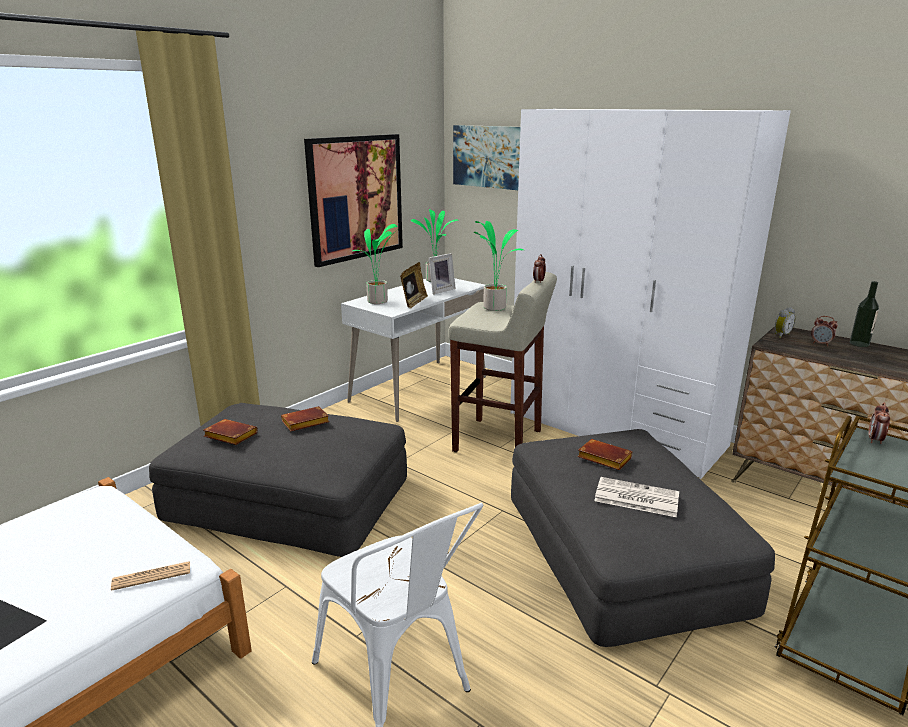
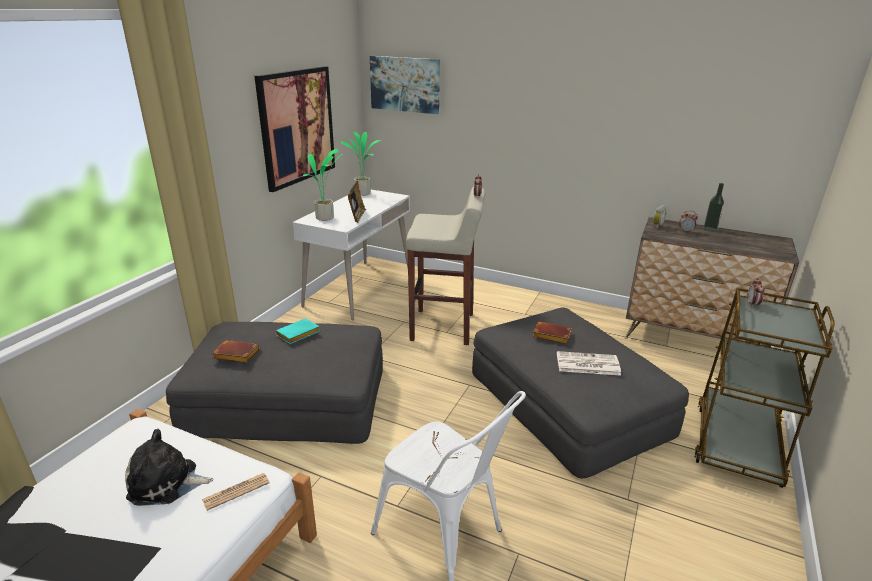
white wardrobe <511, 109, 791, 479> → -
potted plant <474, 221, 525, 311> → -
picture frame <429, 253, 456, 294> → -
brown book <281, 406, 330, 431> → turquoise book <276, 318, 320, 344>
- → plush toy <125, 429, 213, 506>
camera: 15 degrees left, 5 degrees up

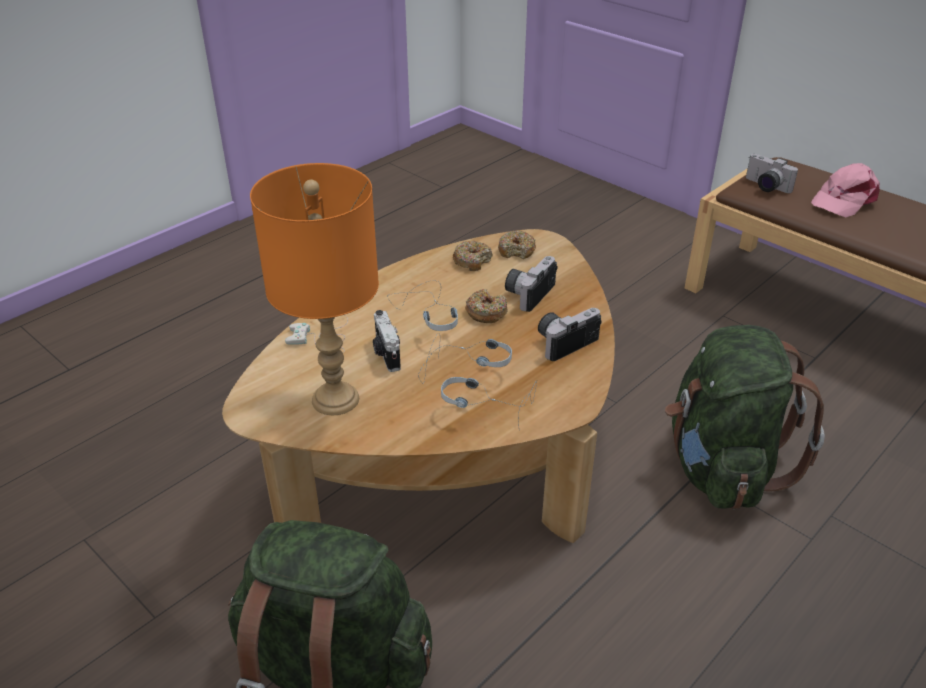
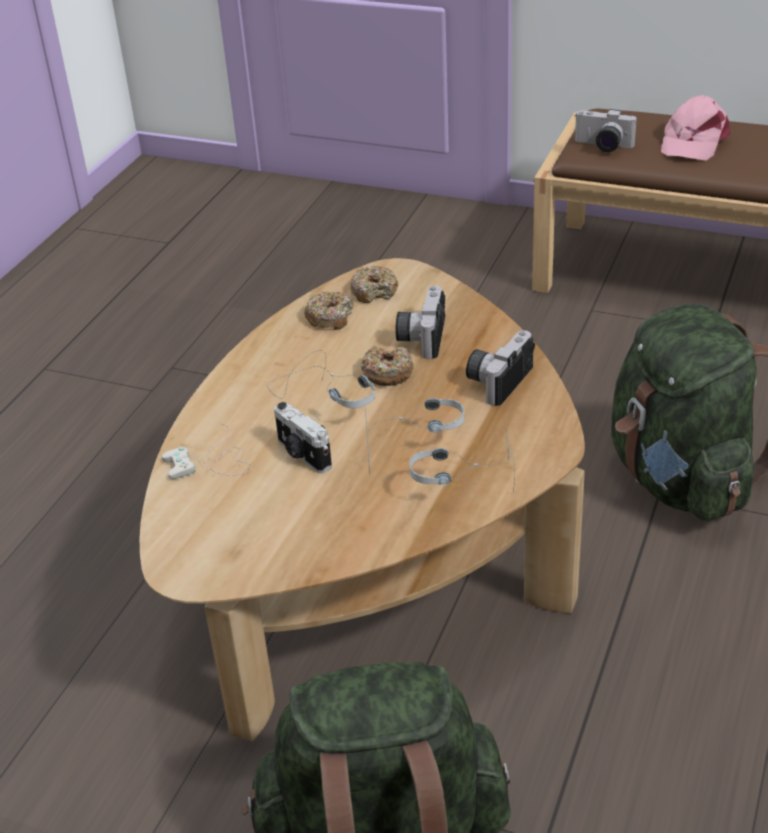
orange table lamp <250, 163, 379, 415> → -
camera: 20 degrees left, 0 degrees up

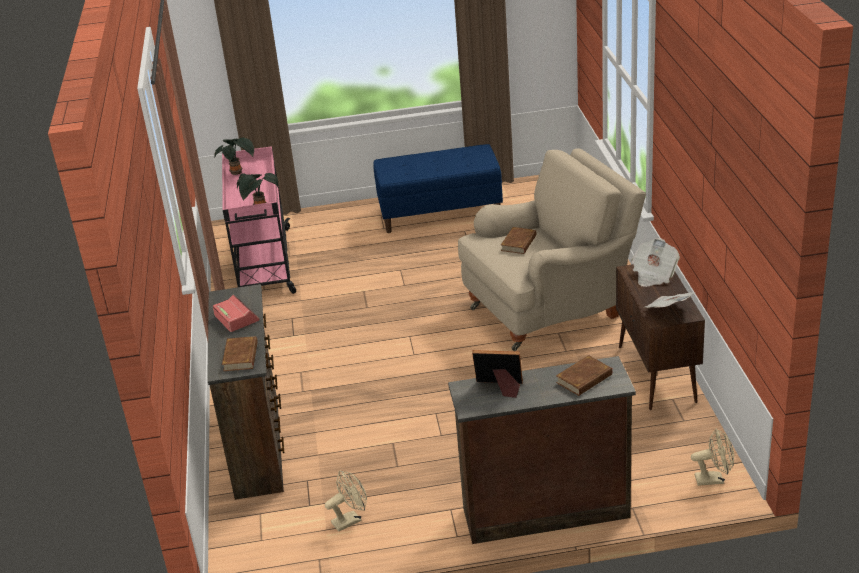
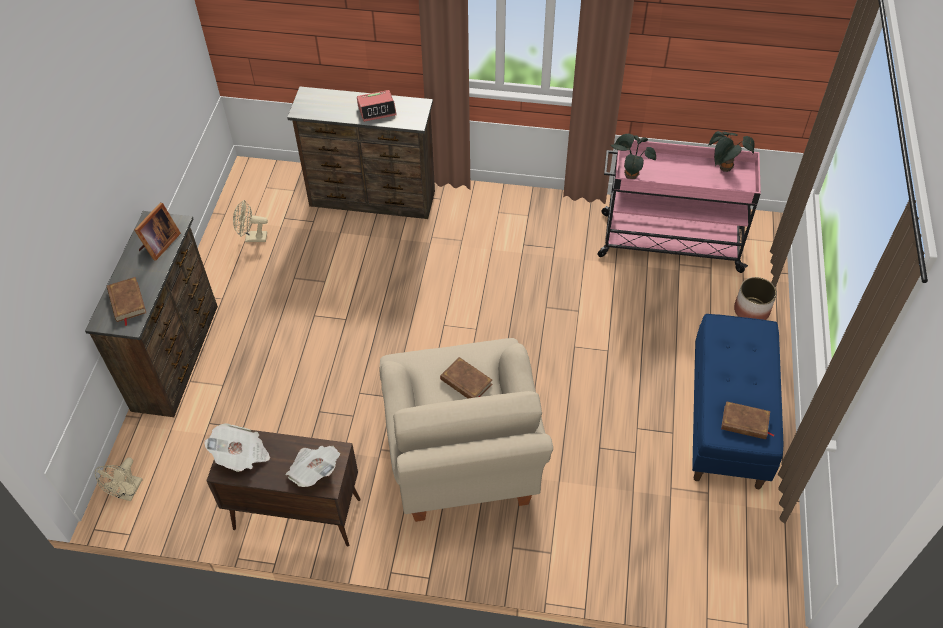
brown book <222, 336, 258, 371> → brown book <721, 401, 774, 439>, move
beige fan <325, 470, 367, 532> → beige fan <233, 200, 268, 242>, 105 degrees clockwise
- → planter <734, 277, 777, 320>
camera: 105 degrees right, 20 degrees up

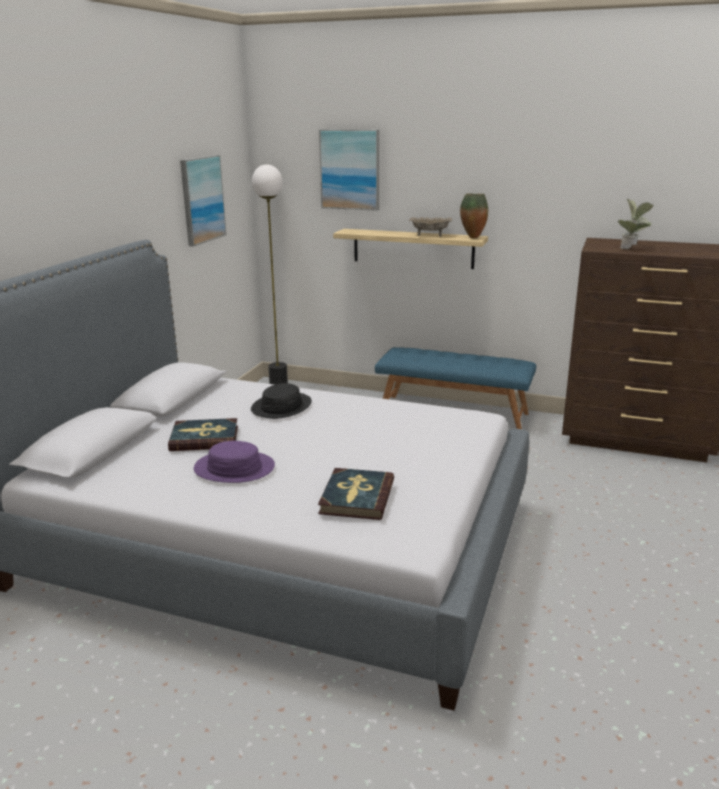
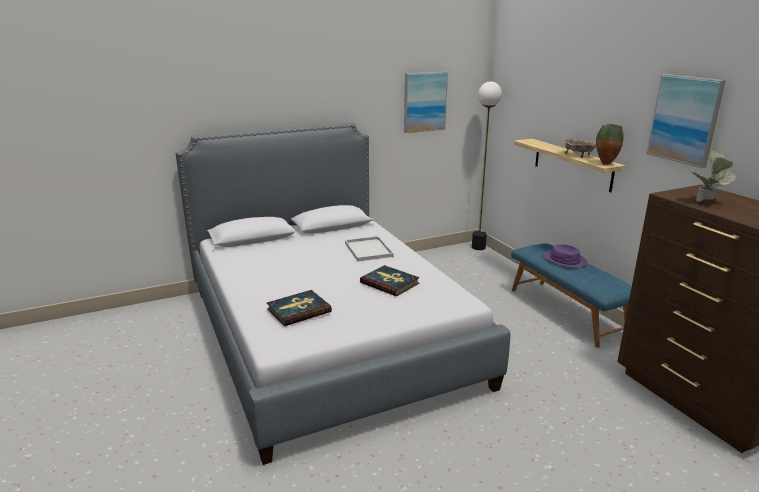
picture <319, 129, 379, 211> → picture <647, 74, 726, 168>, move
black hat <251, 383, 312, 419> → white tray <345, 236, 394, 261>
book <168, 418, 238, 451> → book <360, 265, 420, 297>, move
purple hat <194, 441, 275, 483> → purple hat <543, 244, 588, 268>, move
camera: 45 degrees right, 0 degrees up

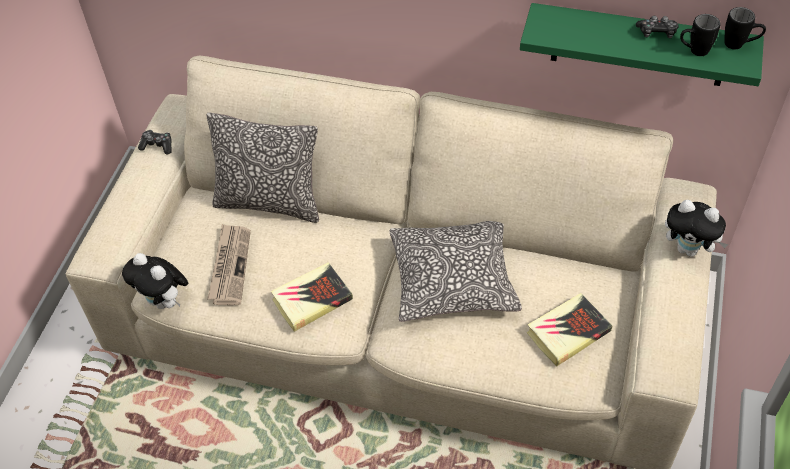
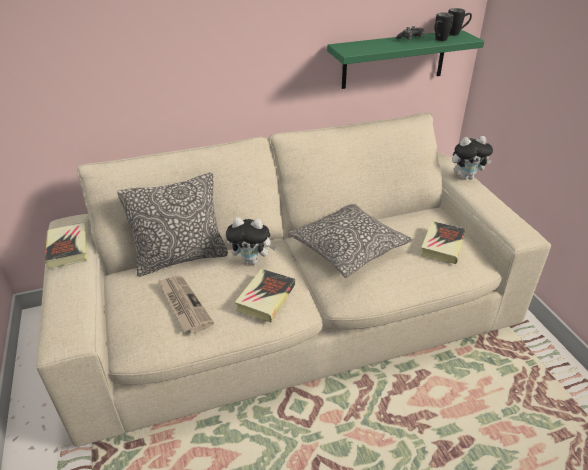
game controller <138, 130, 172, 154> → book <45, 223, 87, 269>
plush toy <122, 253, 188, 309> → plush toy <226, 218, 276, 265>, move
camera: 35 degrees left, 15 degrees down

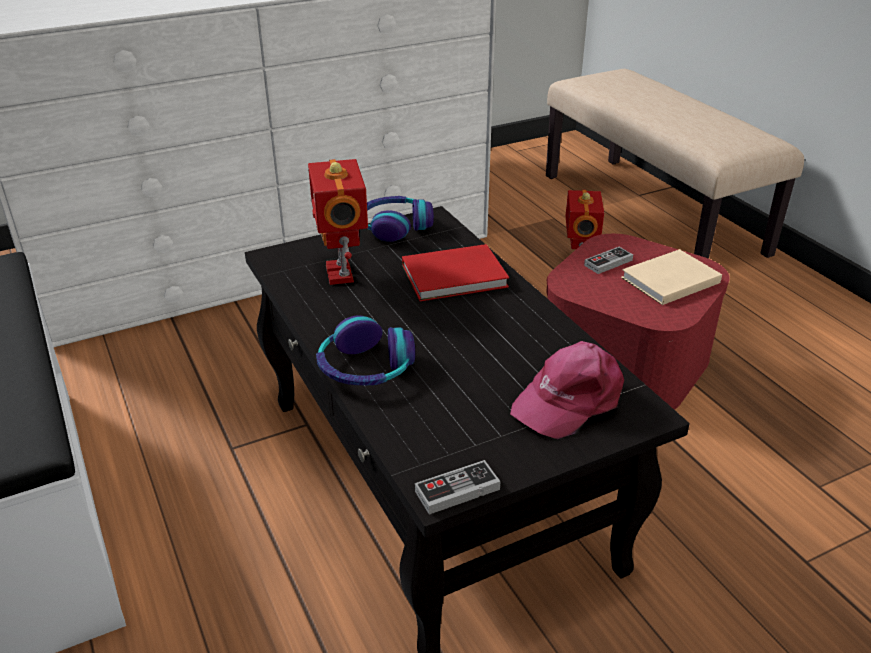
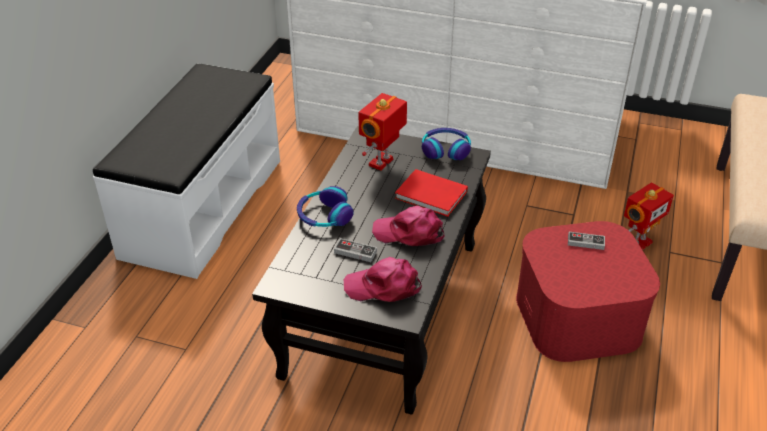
beige book <621, 249, 722, 305> → -
game controller <415, 460, 500, 514> → game controller <334, 238, 377, 262>, move
- → pink cap <372, 206, 445, 246>
camera: 45 degrees right, 5 degrees up

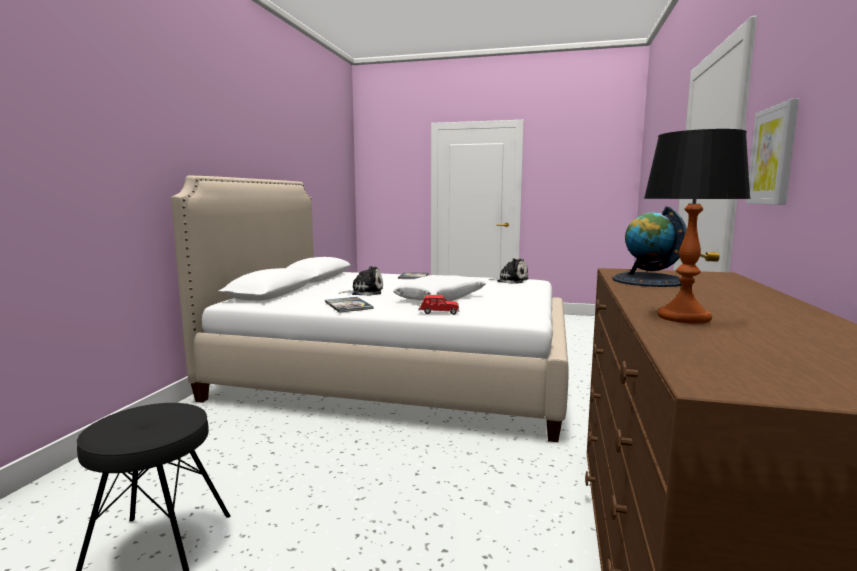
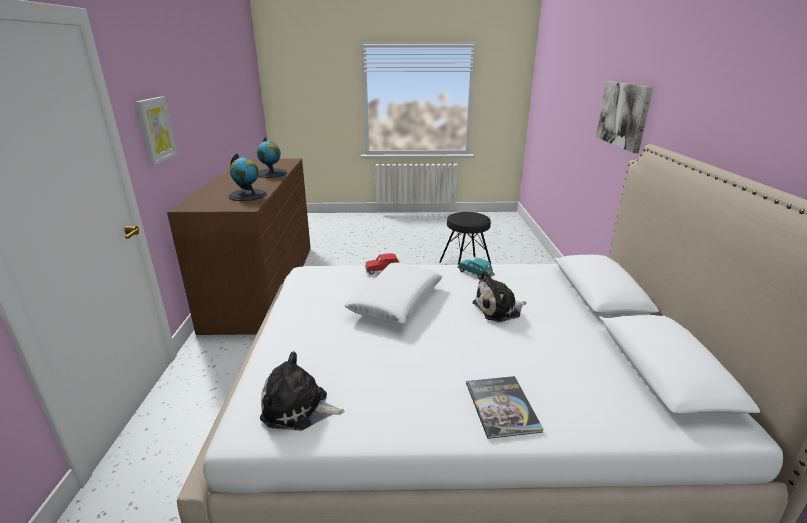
table lamp <644, 129, 751, 324> → globe <257, 137, 287, 178>
book <325, 297, 374, 313> → turquoise toy car <457, 258, 495, 280>
- → picture <596, 81, 653, 153>
camera: 165 degrees right, 15 degrees up

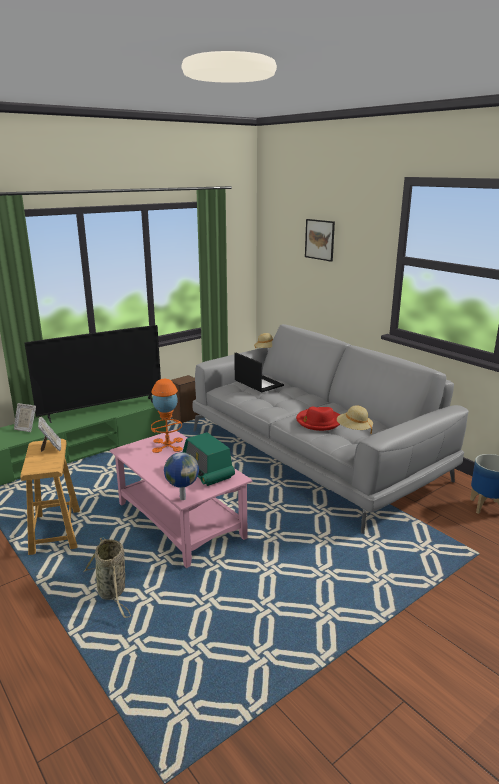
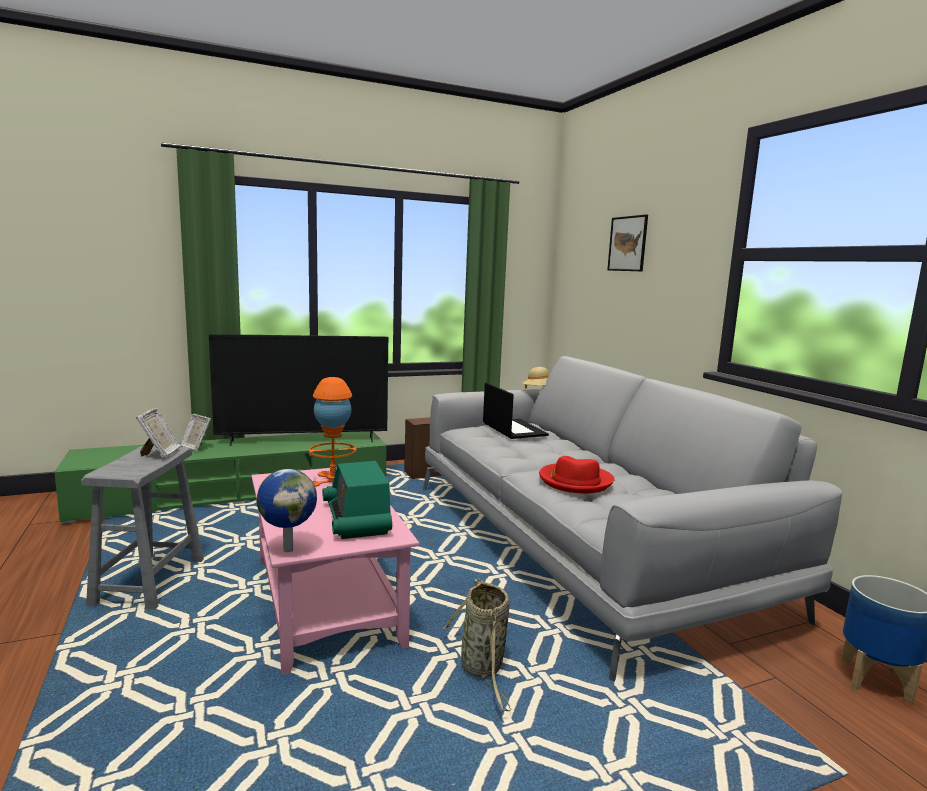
beige hat <337, 405, 373, 434> → -
brown stool <21, 439, 80, 555> → grey stool <81, 446, 204, 610>
basket <83, 537, 131, 618> → basket <442, 579, 512, 711>, move
camera: 15 degrees right, 10 degrees down

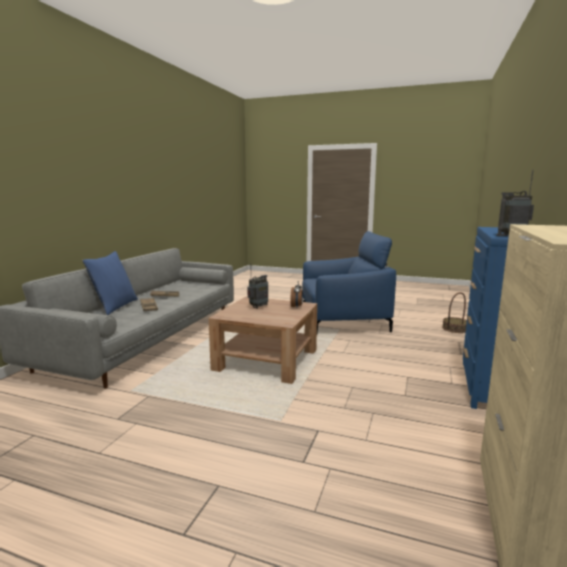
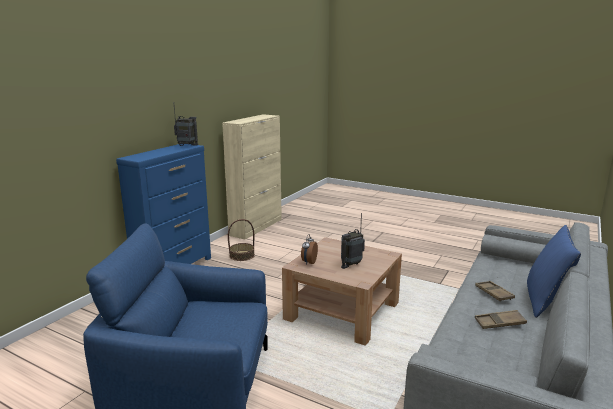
basket <442, 292, 467, 333> → basket <228, 219, 255, 261>, move
camera: 170 degrees left, 5 degrees up

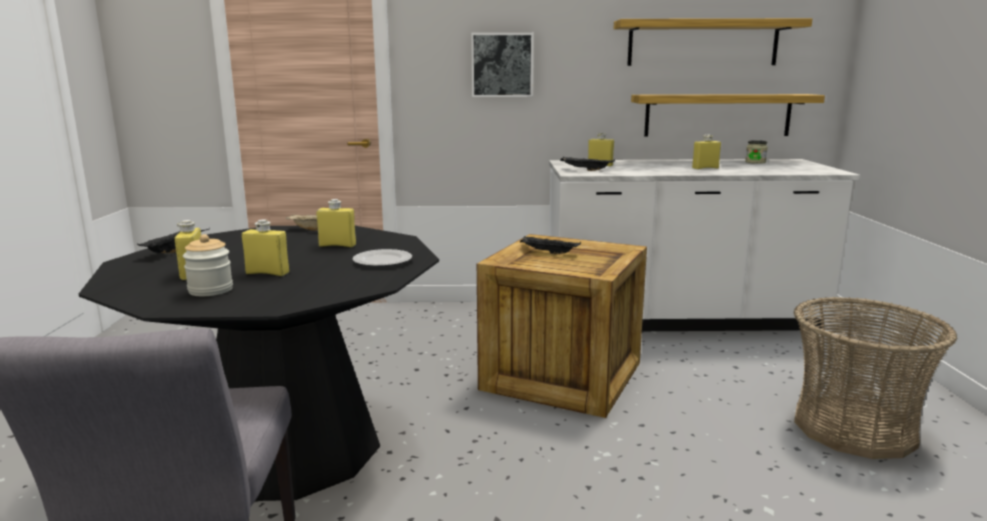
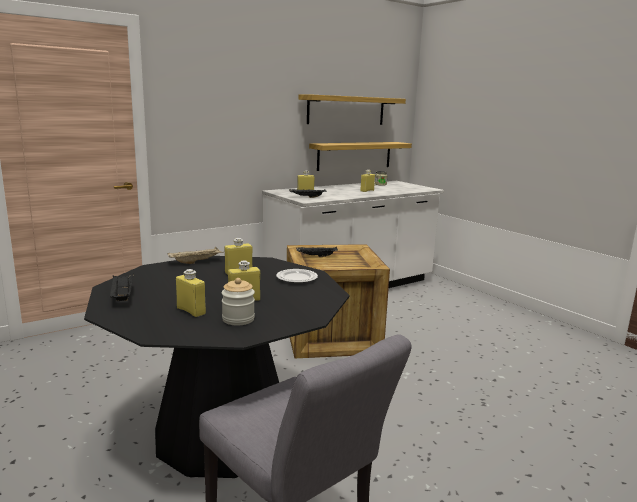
picture <471, 33, 534, 97> → -
basket <794, 297, 957, 459> → -
camera: 35 degrees left, 0 degrees up

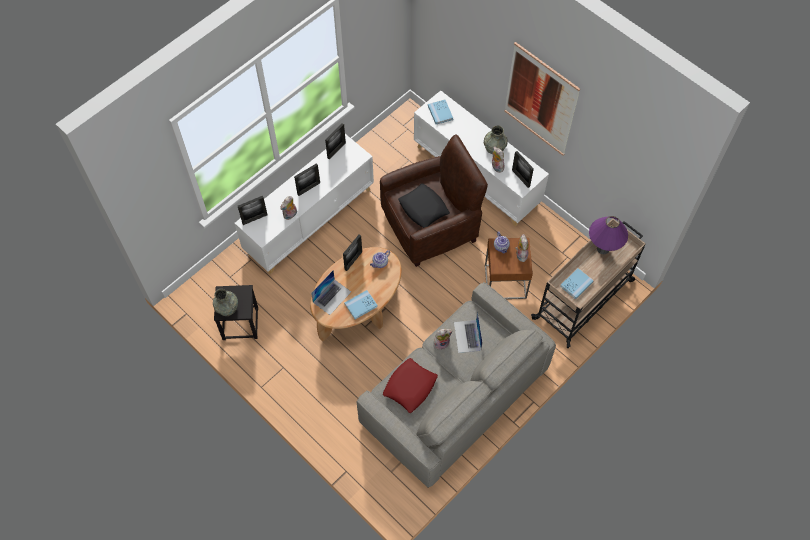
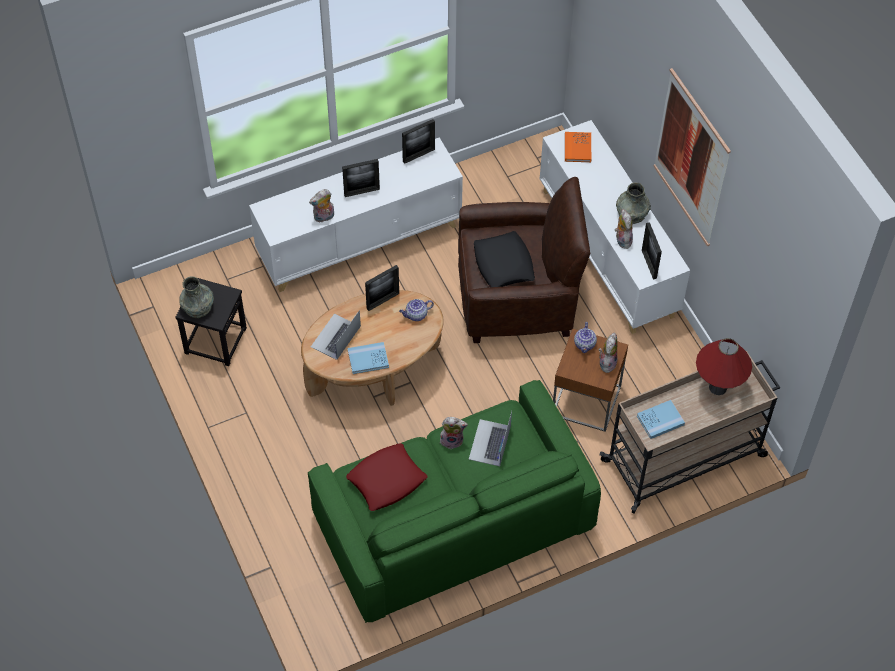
blue book <428, 99, 453, 124> → orange book <565, 132, 591, 162>
picture frame <238, 196, 268, 225> → -
purple table lamp <589, 216, 628, 254> → red table lamp <696, 338, 752, 395>
laptop <311, 270, 351, 315> → laptop <311, 310, 361, 360>, 150 degrees clockwise
grey sofa <356, 282, 556, 488> → green sofa <308, 380, 601, 623>
camera: 20 degrees right, 5 degrees down

